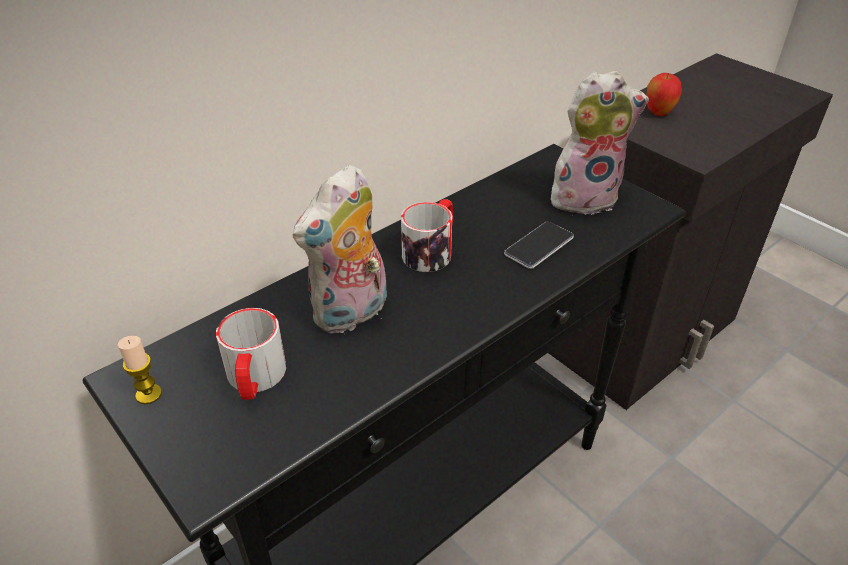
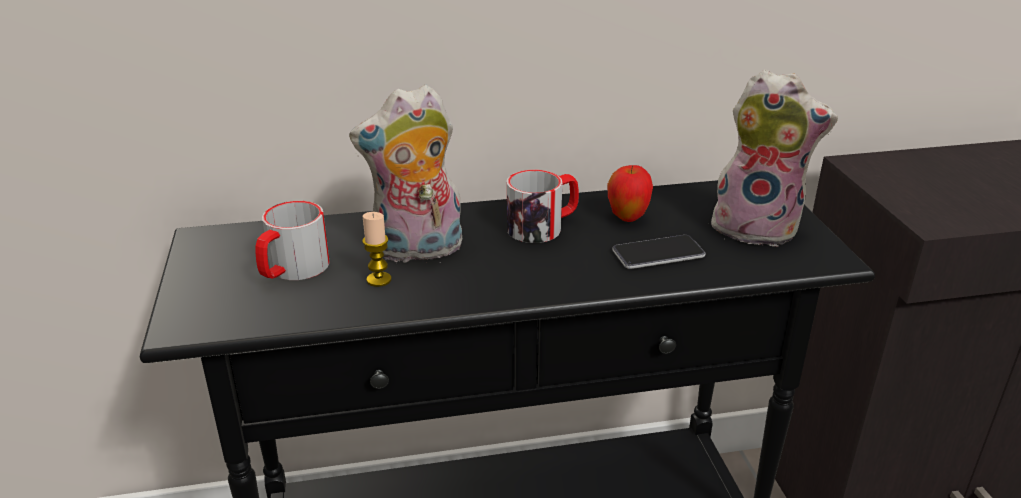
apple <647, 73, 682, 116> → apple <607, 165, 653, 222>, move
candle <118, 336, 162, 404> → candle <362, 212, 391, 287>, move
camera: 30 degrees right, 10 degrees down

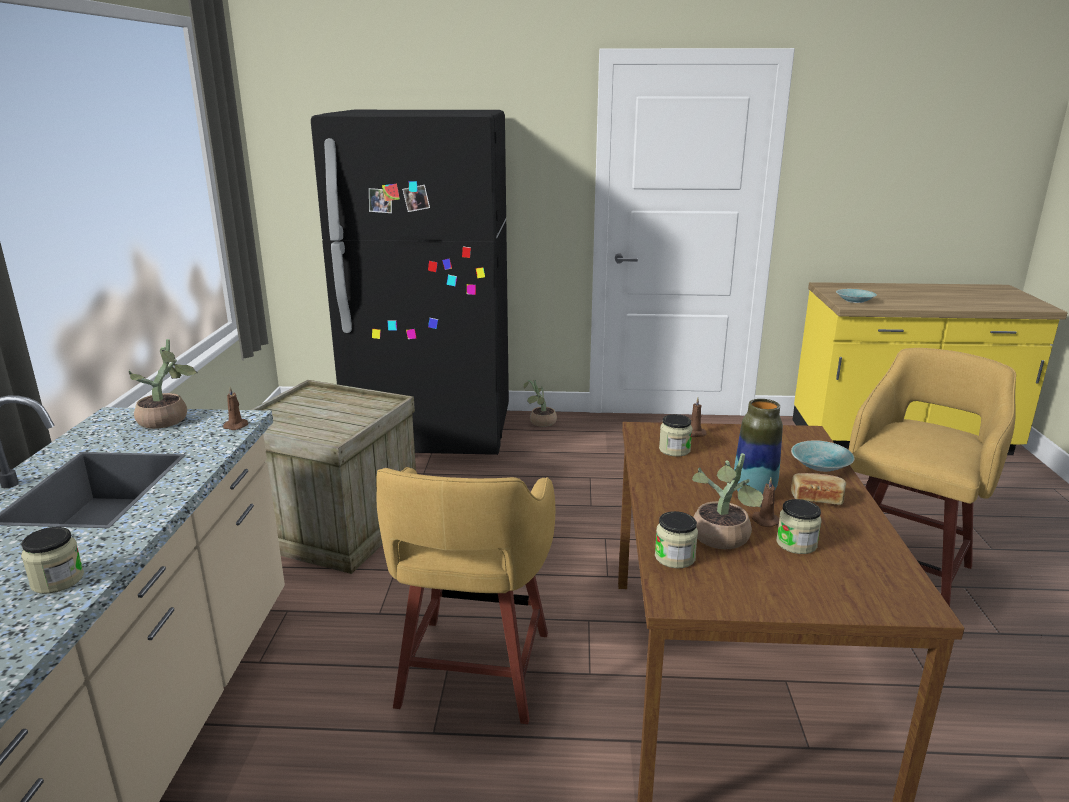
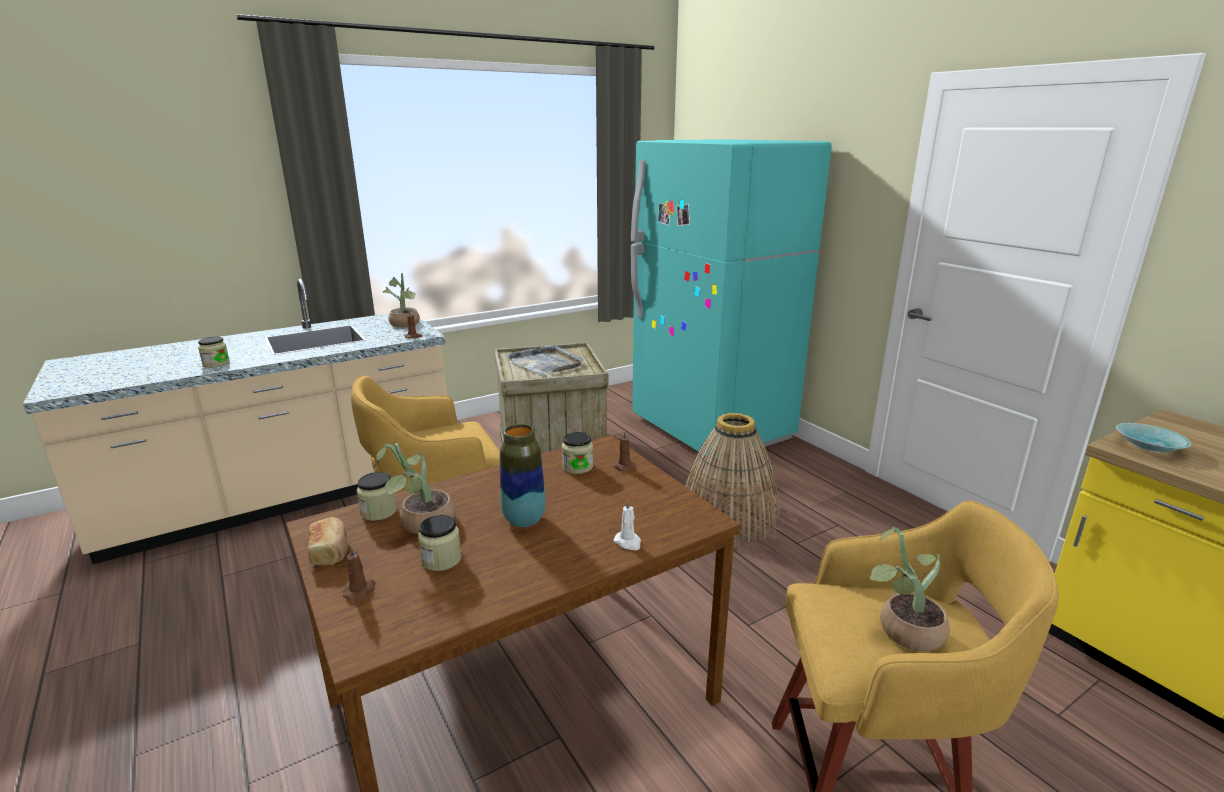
black fridge <311, 110, 509, 455> → turquoise fridge <631, 139, 832, 459>
potted plant <523, 380, 557, 427> → potted plant <868, 527, 950, 652>, move
turquoise bowl <791, 440, 854, 472> → white candle <613, 499, 641, 550>
bread <791, 473, 846, 505> → bread <308, 517, 348, 565>, move
brown candle <752, 478, 779, 527> → brown candle <342, 545, 376, 601>, move
- → grey tray <506, 344, 583, 375>
- → basket <685, 413, 779, 544>
camera: 55 degrees right, 0 degrees up

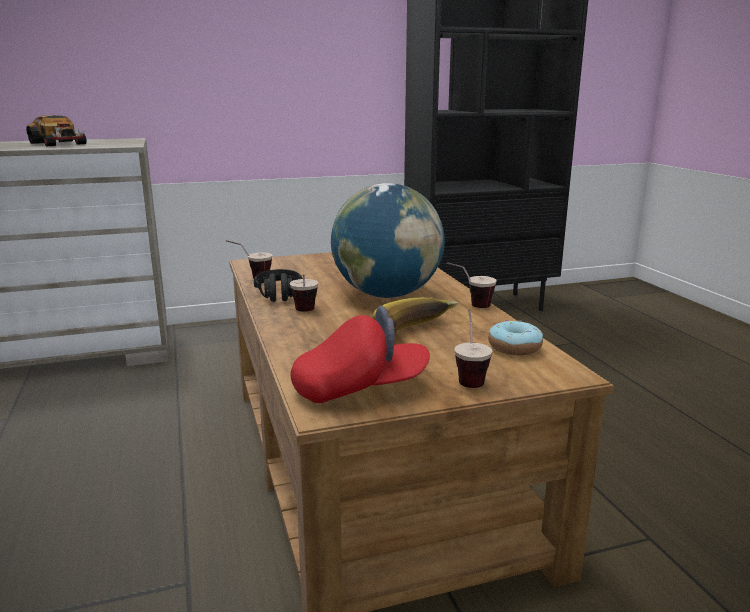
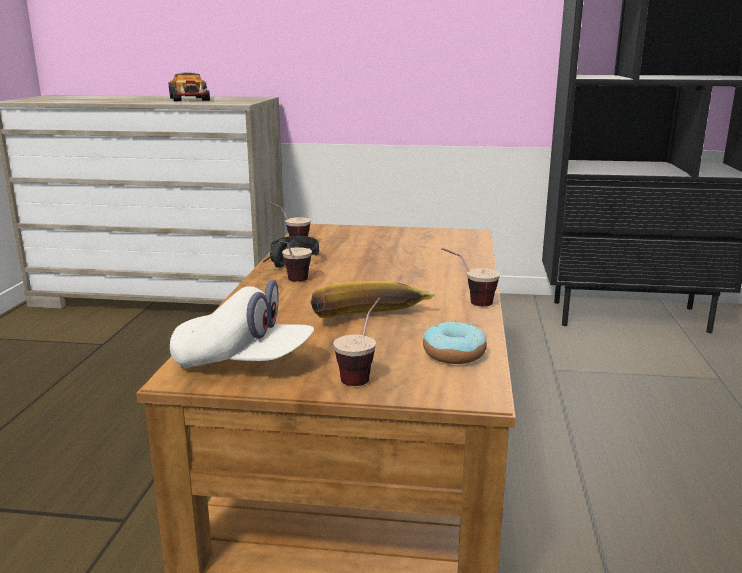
globe <331, 183, 445, 298> → -
red cap <291, 306, 430, 403> → white cap <170, 280, 314, 368>
camera: 25 degrees right, 0 degrees up

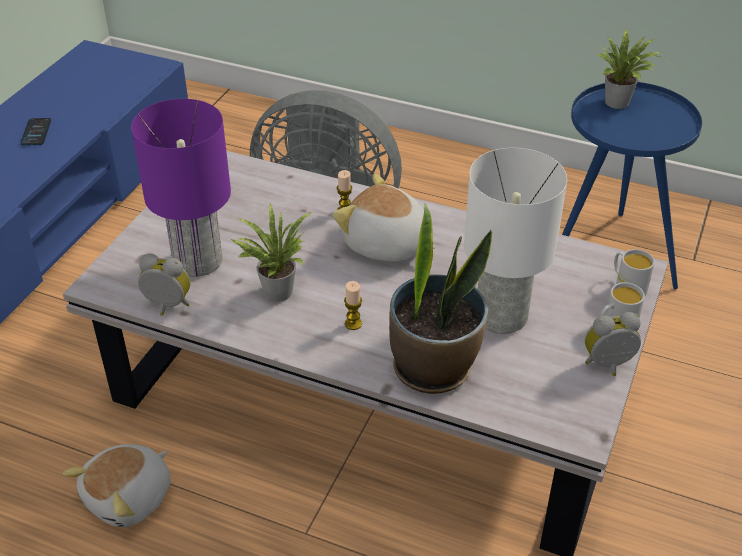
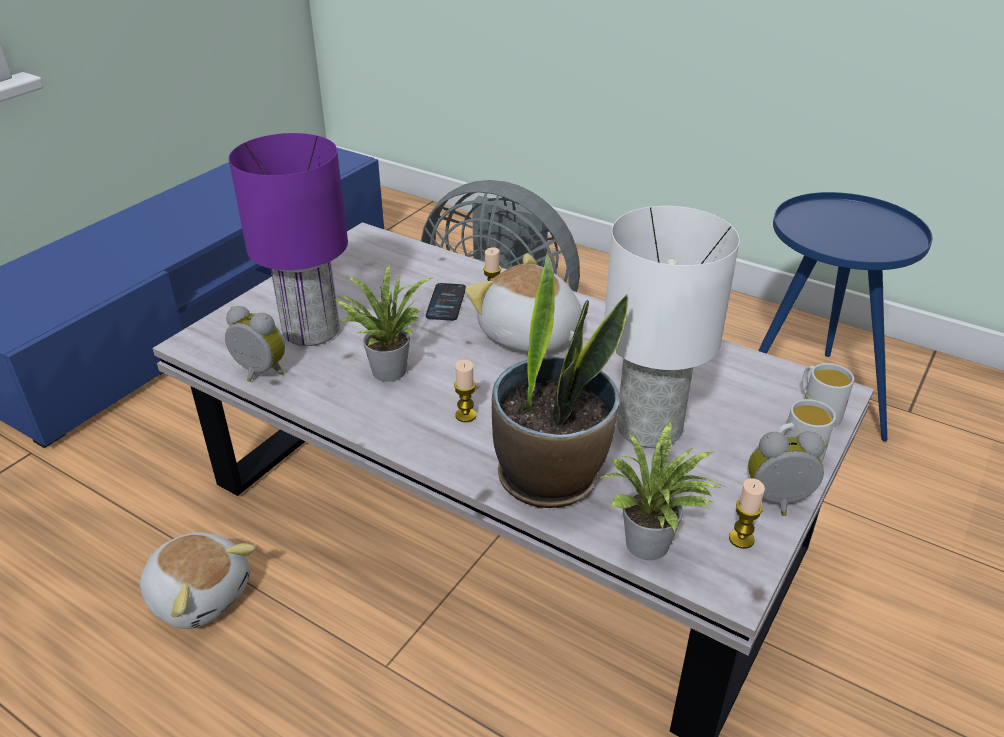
potted plant <597, 29, 663, 109> → potted plant <598, 420, 725, 560>, move
phone <21, 118, 51, 146> → phone <426, 283, 466, 321>, move
plush toy <63, 444, 170, 527> → plush toy <140, 532, 256, 629>, 105 degrees counterclockwise
- → candle <729, 478, 765, 549>
camera: 10 degrees right, 5 degrees down

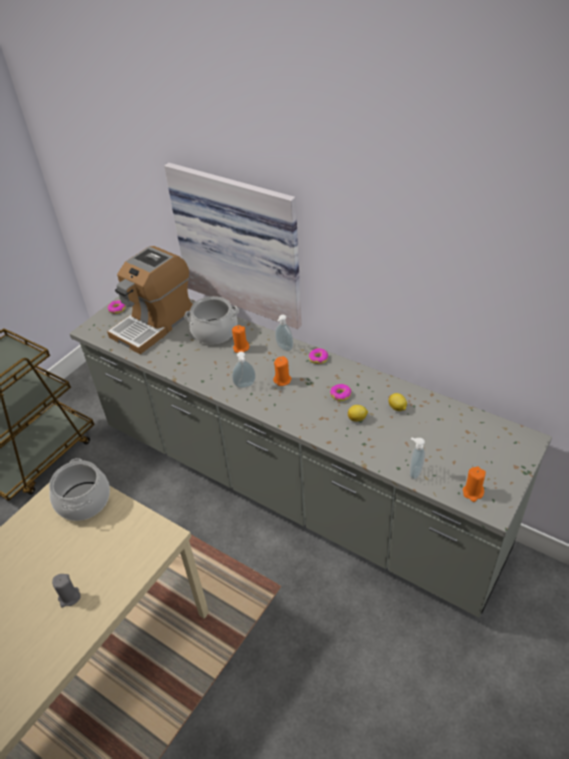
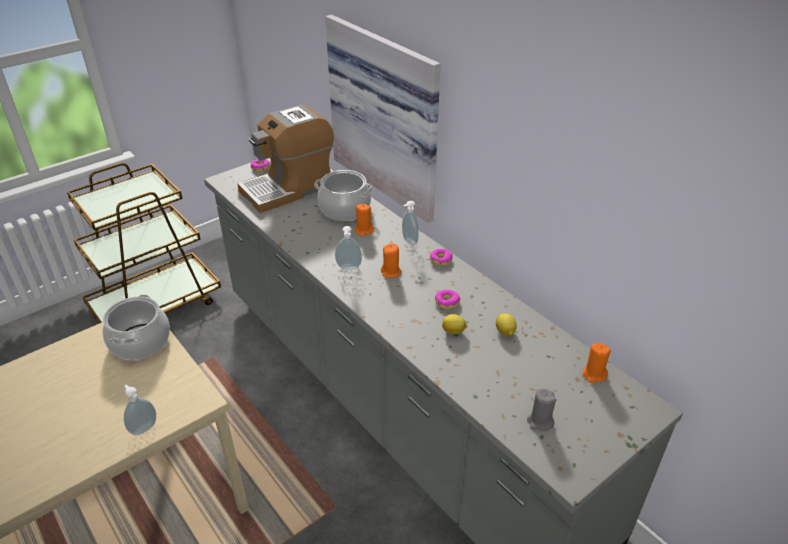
soap dispenser <410, 437, 425, 479> → soap dispenser <124, 385, 156, 435>, move
orange candle <463, 467, 486, 502> → orange candle <582, 343, 611, 383>, move
grey candle <52, 574, 81, 608> → grey candle <527, 389, 556, 431>, move
camera: 15 degrees right, 5 degrees down

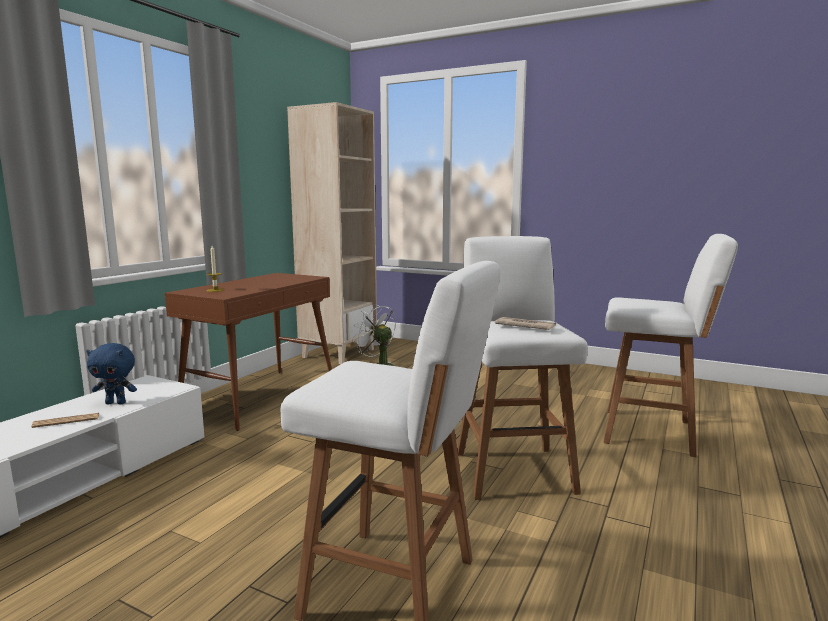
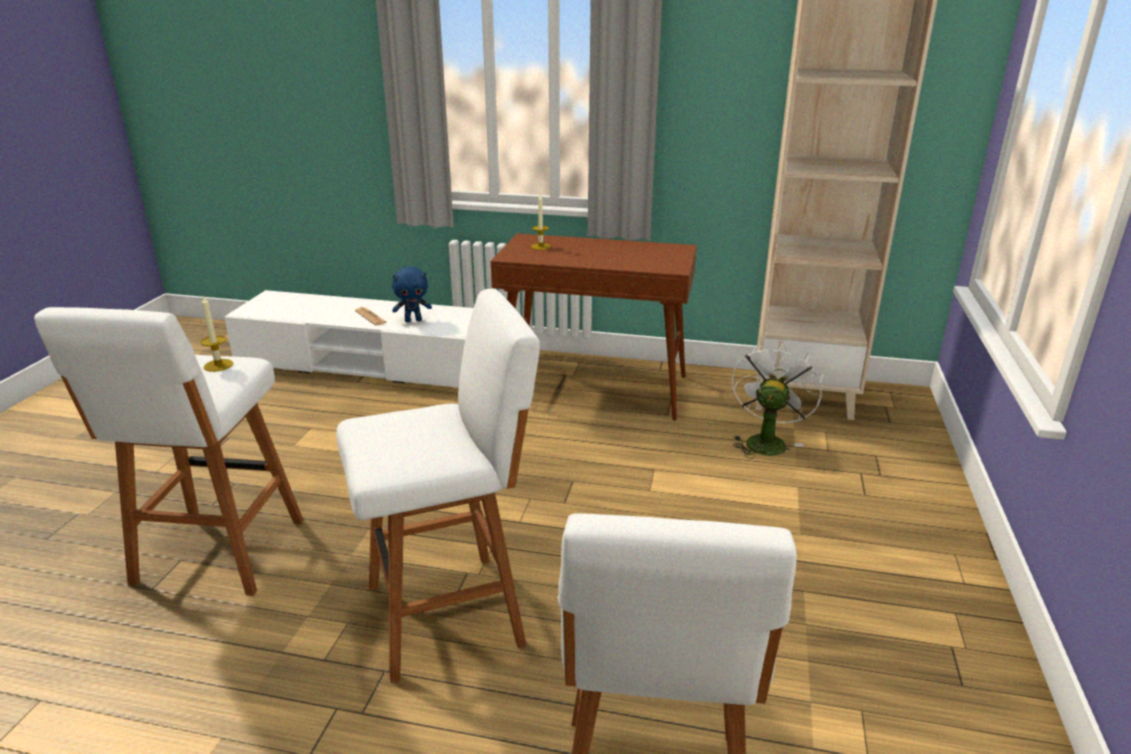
newspaper <495, 317, 556, 330> → -
blue plush toy <86, 343, 137, 404> → blue plush toy <392, 267, 432, 322>, 90 degrees counterclockwise
- → candle <201, 295, 233, 372>
camera: 75 degrees right, 15 degrees up

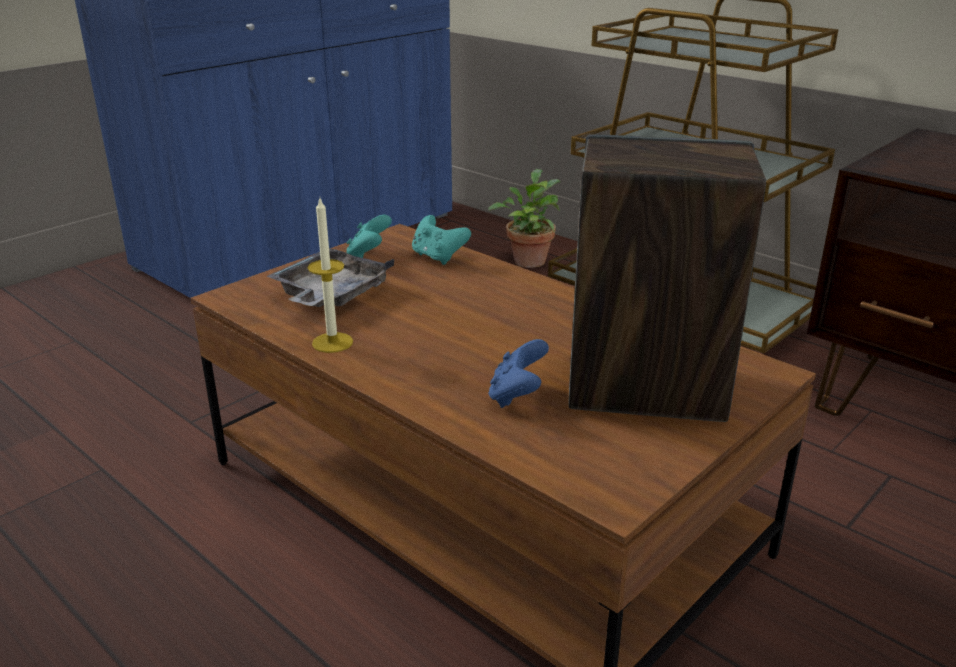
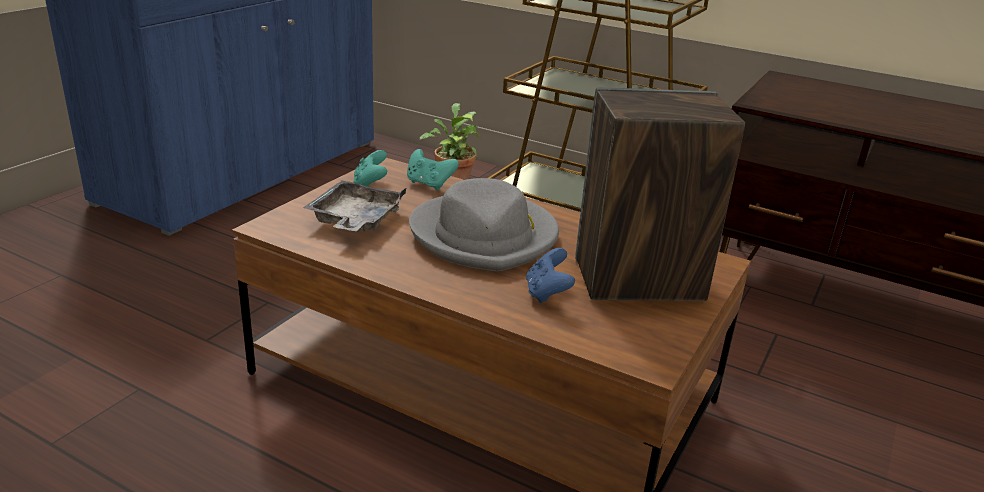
candle <308, 198, 353, 353> → -
- → grey hat <409, 178, 559, 271>
camera: 15 degrees left, 0 degrees up

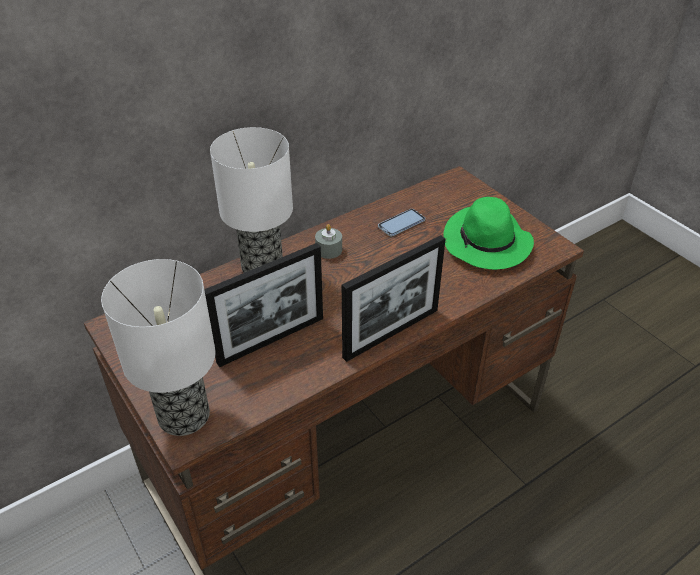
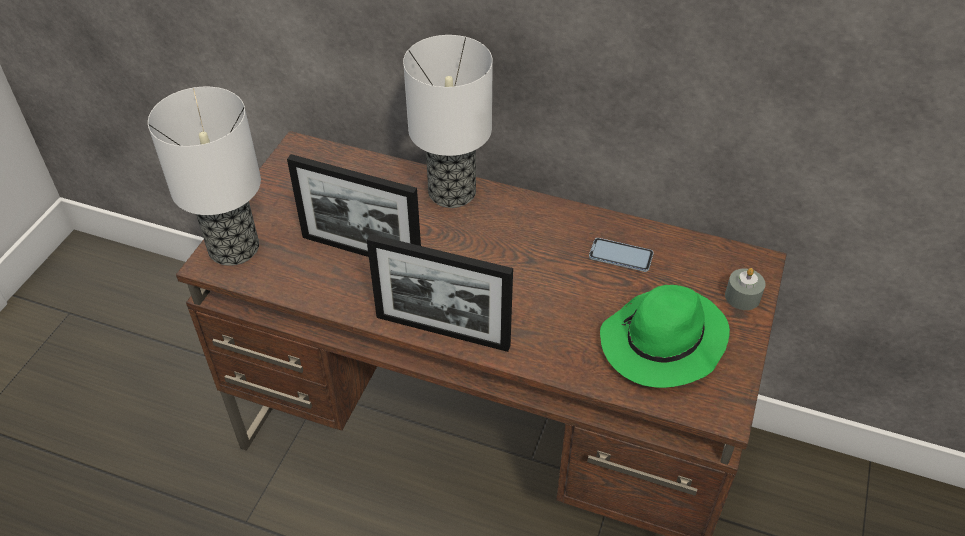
grey candle <315, 224, 342, 259> → grey candle <725, 268, 766, 310>, move
camera: 55 degrees right, 5 degrees up

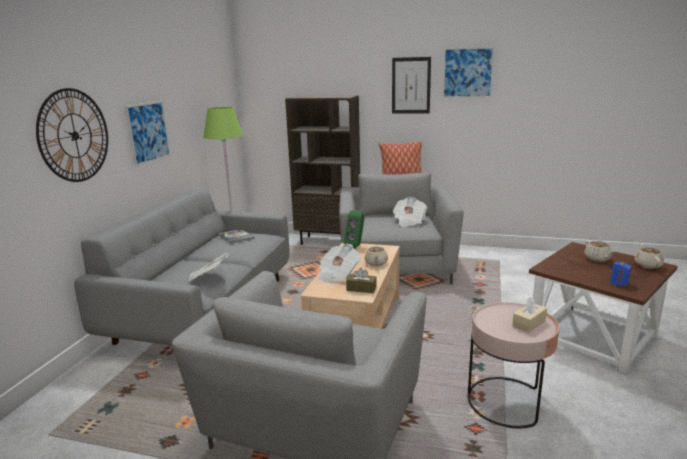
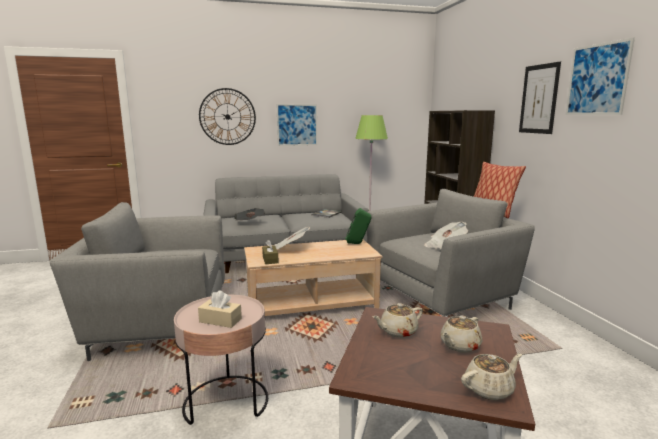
beige teapot <365, 246, 388, 266> → beige teapot <373, 303, 423, 338>, move
blue candle <610, 261, 632, 286> → -
camera: 60 degrees right, 5 degrees down

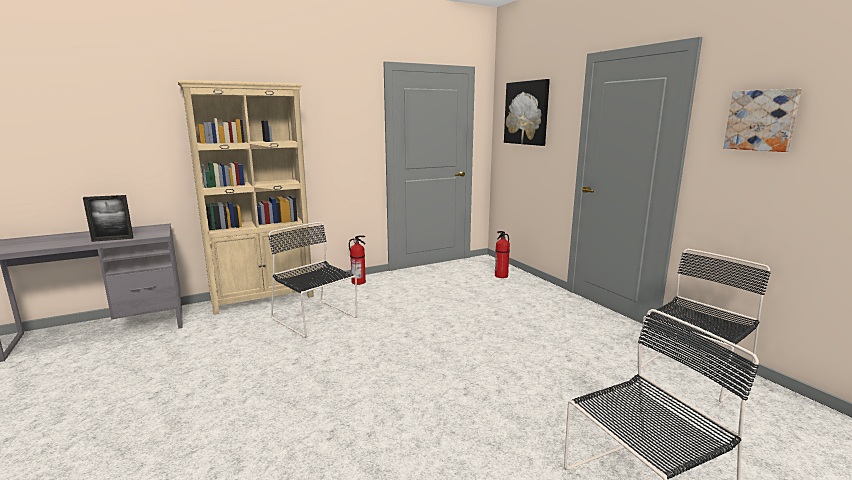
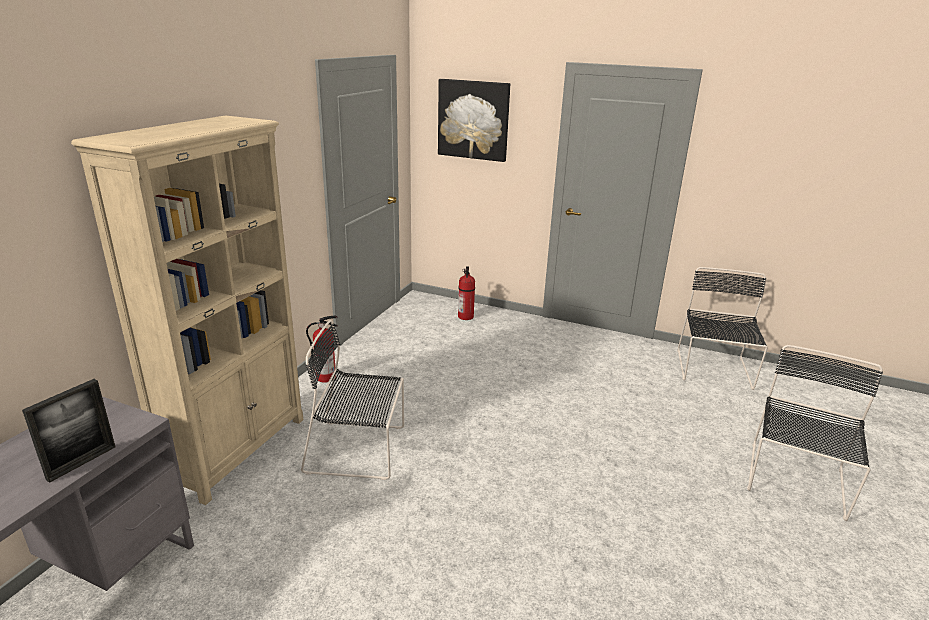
picture <723, 88, 802, 152> → -
camera: 40 degrees left, 10 degrees up

